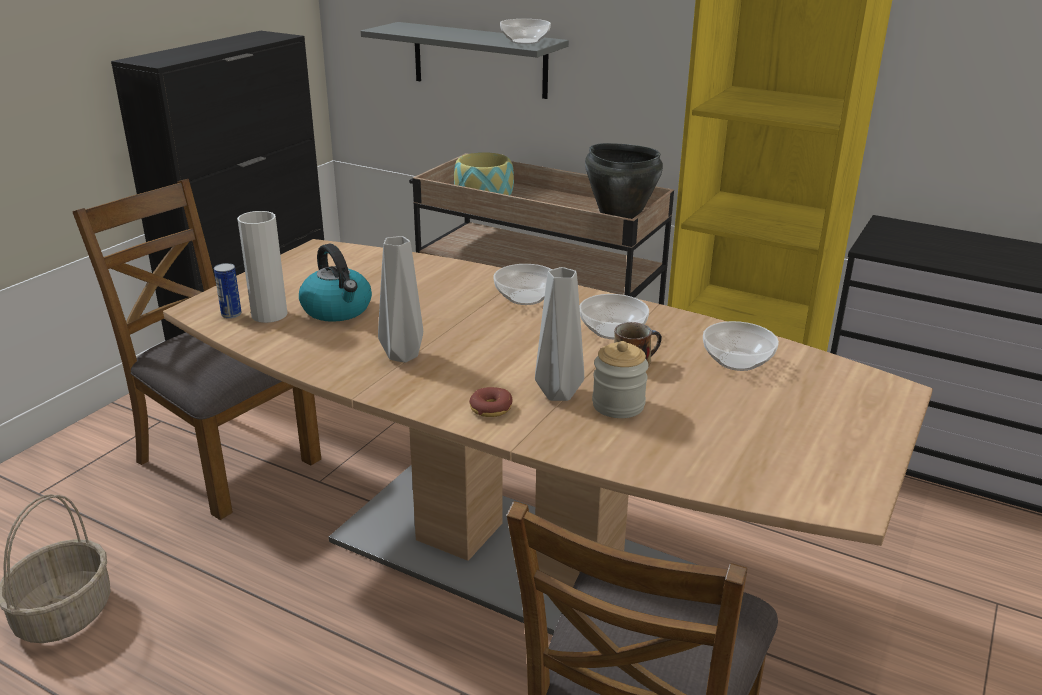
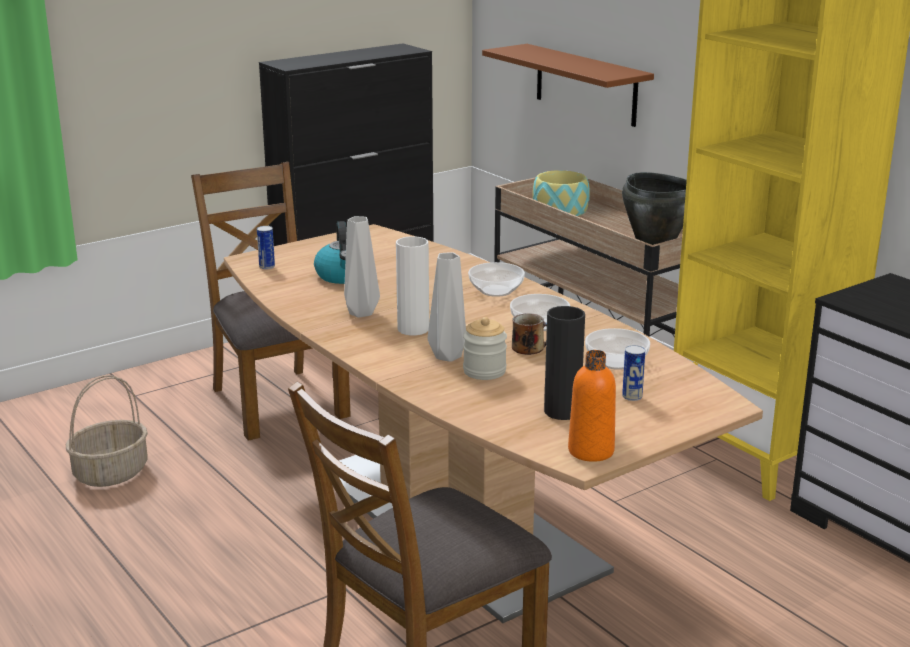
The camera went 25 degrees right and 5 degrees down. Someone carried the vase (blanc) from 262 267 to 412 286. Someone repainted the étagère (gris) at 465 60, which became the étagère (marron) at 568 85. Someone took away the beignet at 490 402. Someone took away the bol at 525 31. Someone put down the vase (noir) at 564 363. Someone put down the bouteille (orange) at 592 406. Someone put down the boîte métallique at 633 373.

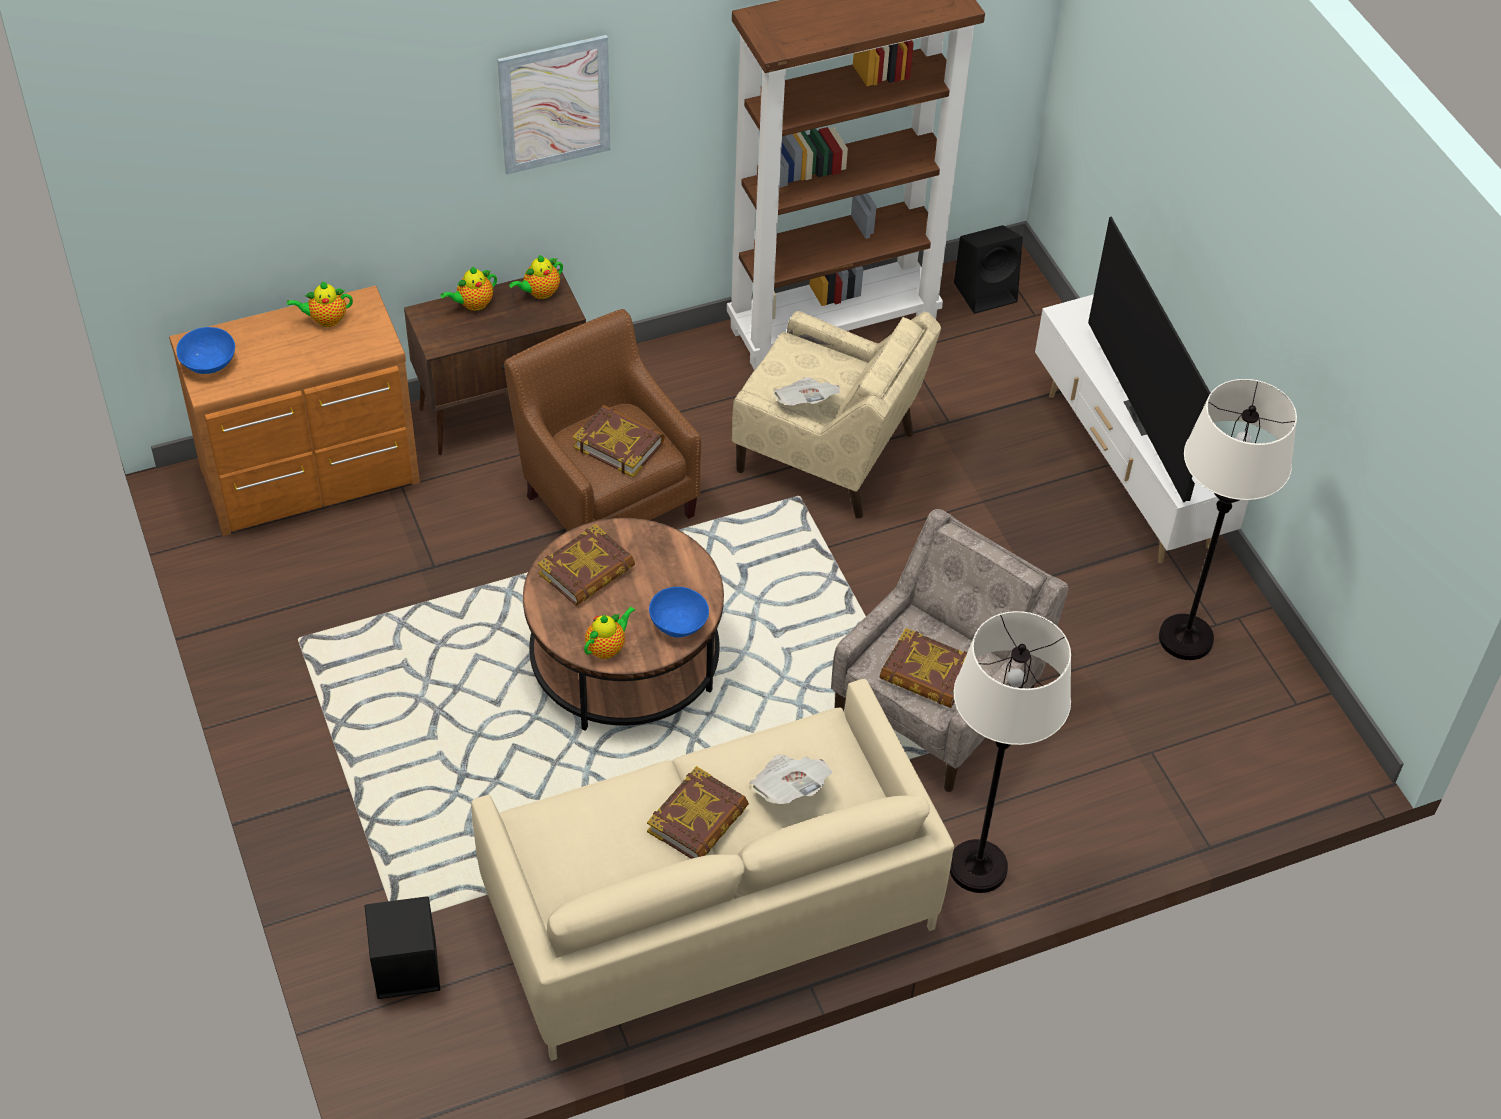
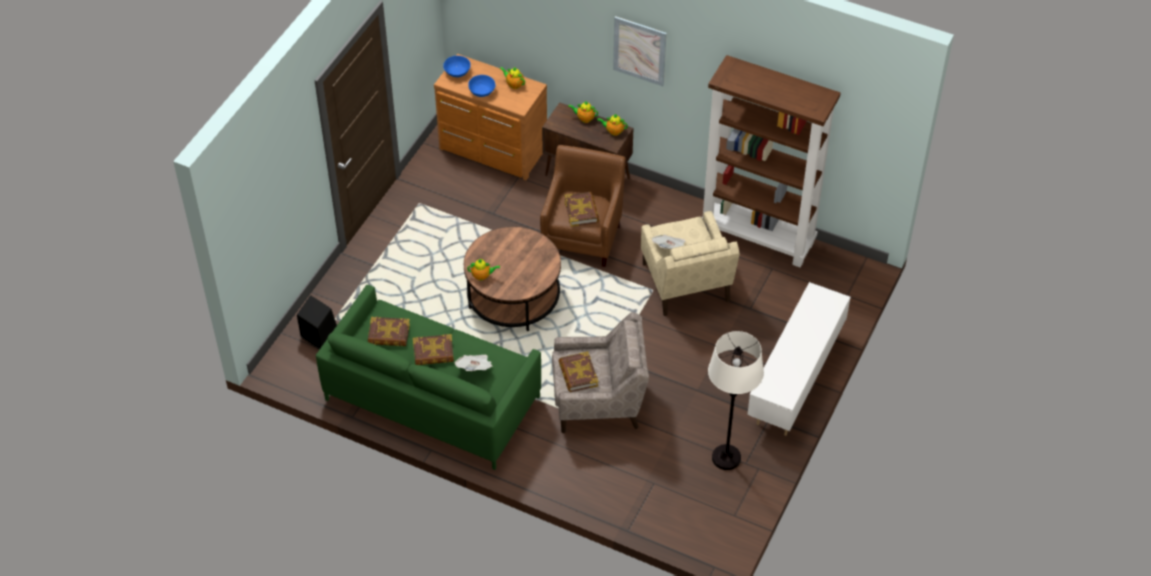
The camera went 50 degrees right and 0 degrees up. Someone repainted the canapé (beige) at 712 870, which became the canapé (vert) at 428 377. Someone carried the livre from 586 565 to 389 331. Someone carried the bol (bleu) from 679 612 to 481 86. Someone took away the lampadaire (blanc) at 1010 752. Someone took away the enceinte (noir) at 988 269. Someone took away the téléviseur at 1149 359.

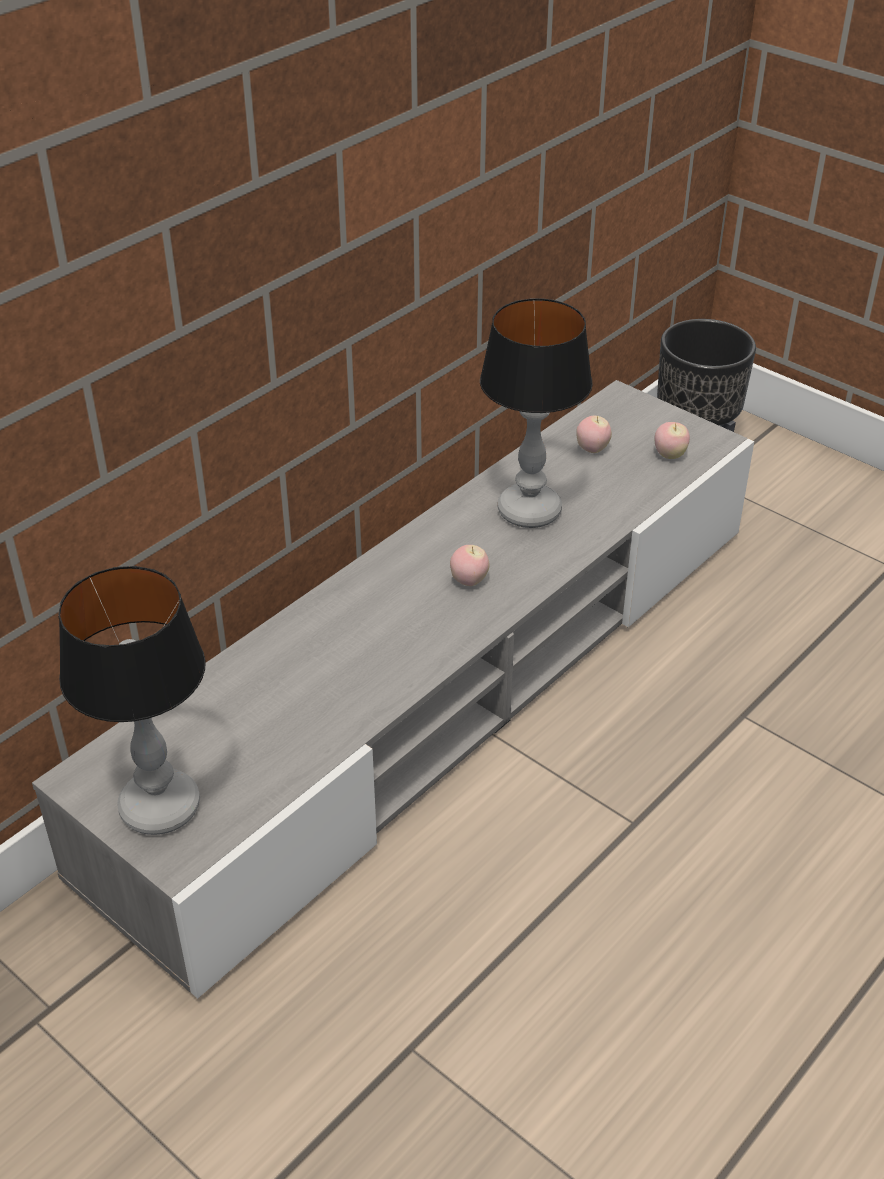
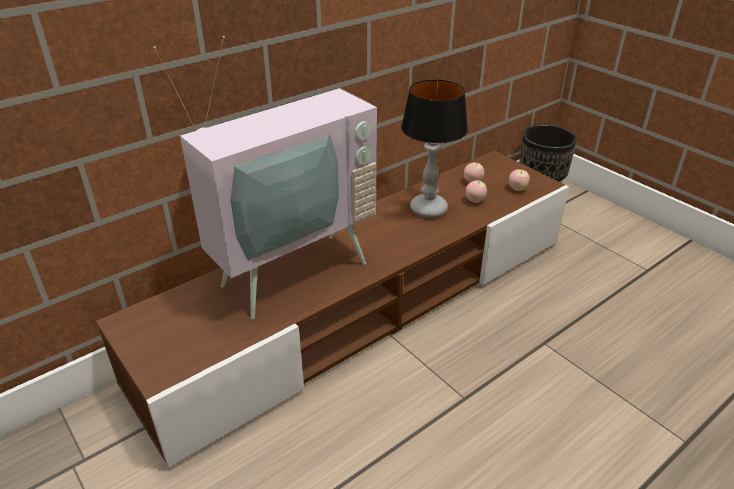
The camera went 10 degrees right and 5 degrees down. Someone repainted the meuble télé (gris) at 393 689, which became the meuble télé (marron) at 332 309. Someone took away the lampe de table at 132 700. Someone carried the pomme from 470 565 to 476 191. Someone put down the téléviseur at 265 177.

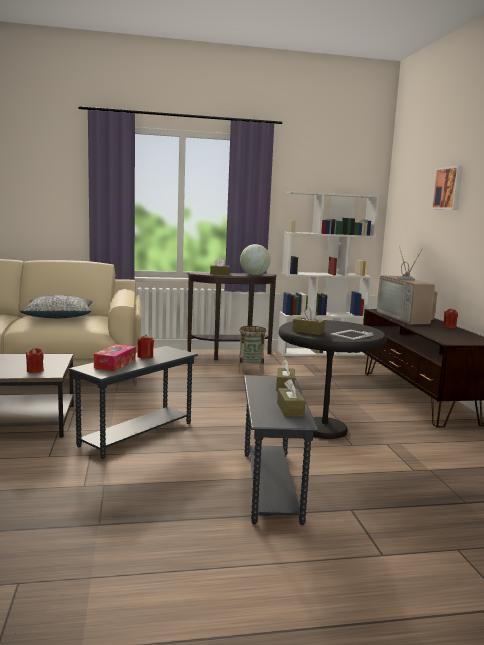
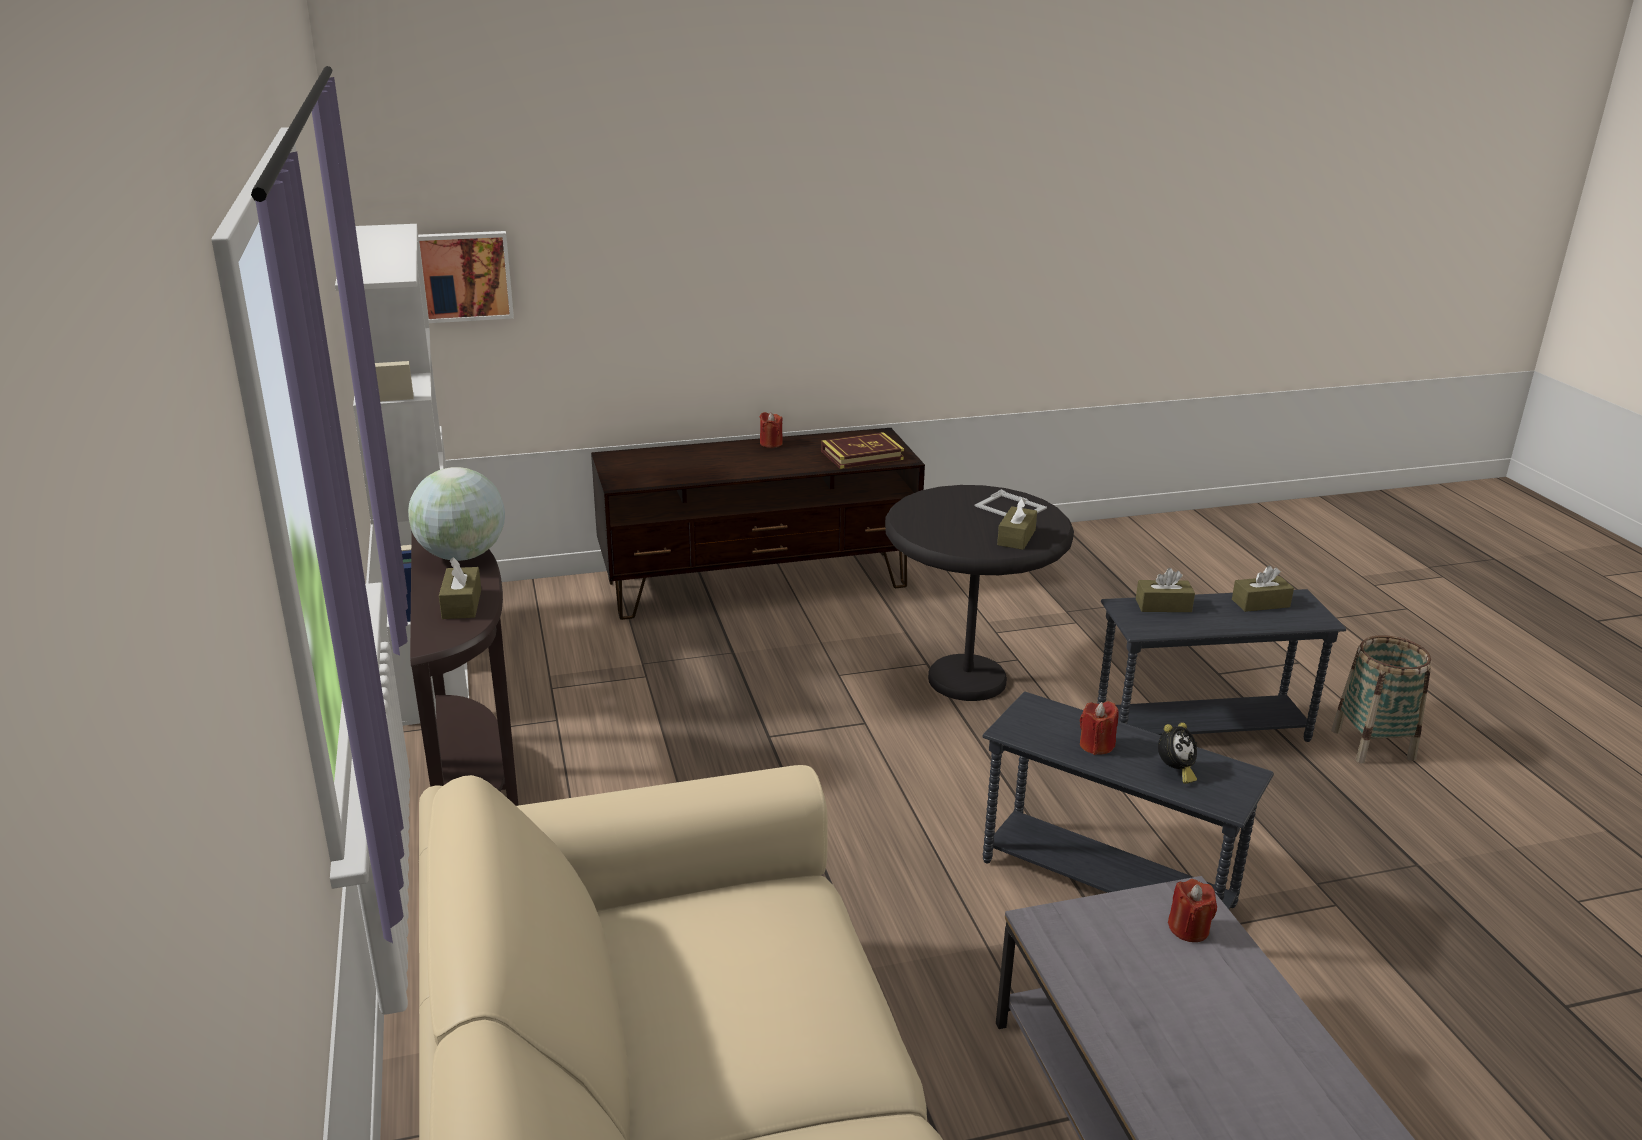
The camera went 95 degrees left and 15 degrees up. Someone took away the coussin at 56 306. Someone swapped the boîte à mouchoirs at 115 357 for the réveil at 1177 753. Someone carried the panier from 252 350 to 1381 699. Someone took away the téléviseur at 407 285. Someone carried the tableau from 447 188 to 466 277. Someone put down the livre at 862 450.

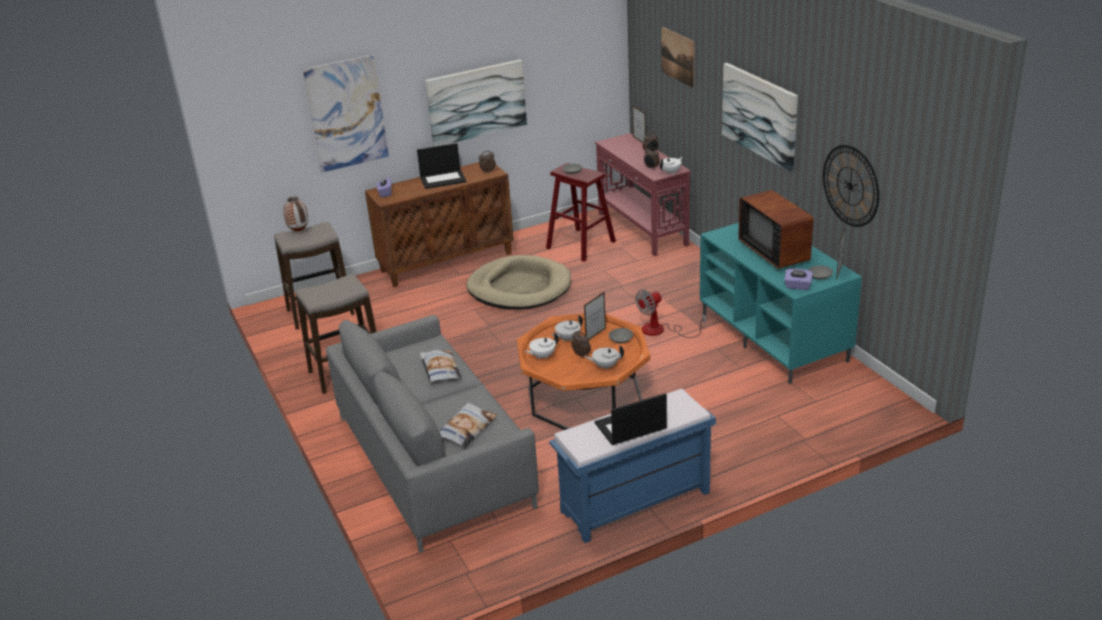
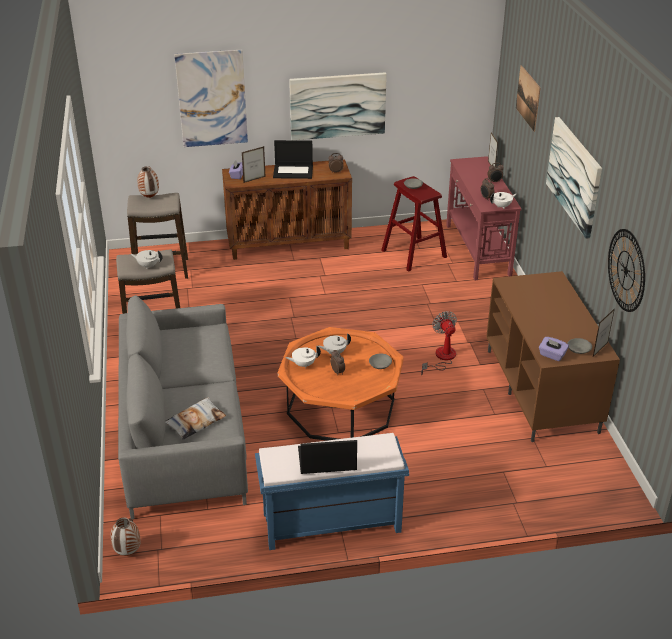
The camera went 15 degrees right and 5 degrees up. Someone took away the coussin at 440 366. Someone took away the panier pour chien (beige) at 518 282. Someone carried the cadre photo from 595 316 to 254 164. Someone carried the théière (blanc) from 604 357 to 147 259. Someone rotated the ventilateur at 670 313 by 90 degrees clockwise. Someone repainted the meuble télé (turquoise) at 781 303, which became the meuble télé (marron) at 553 356. Someone took away the téléviseur at 776 221. Someone put down the vase at 126 536.

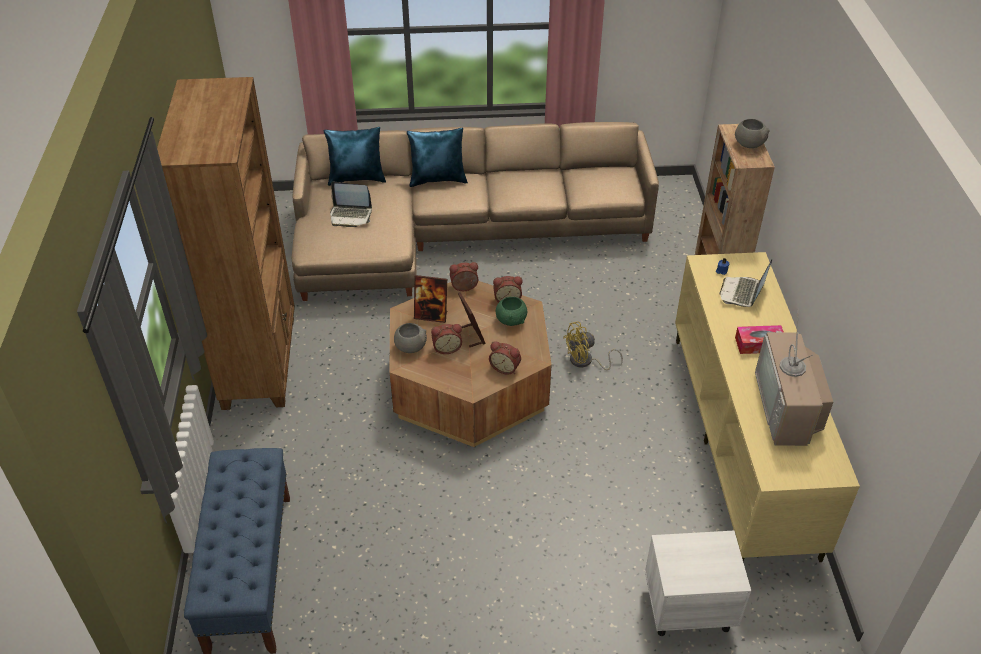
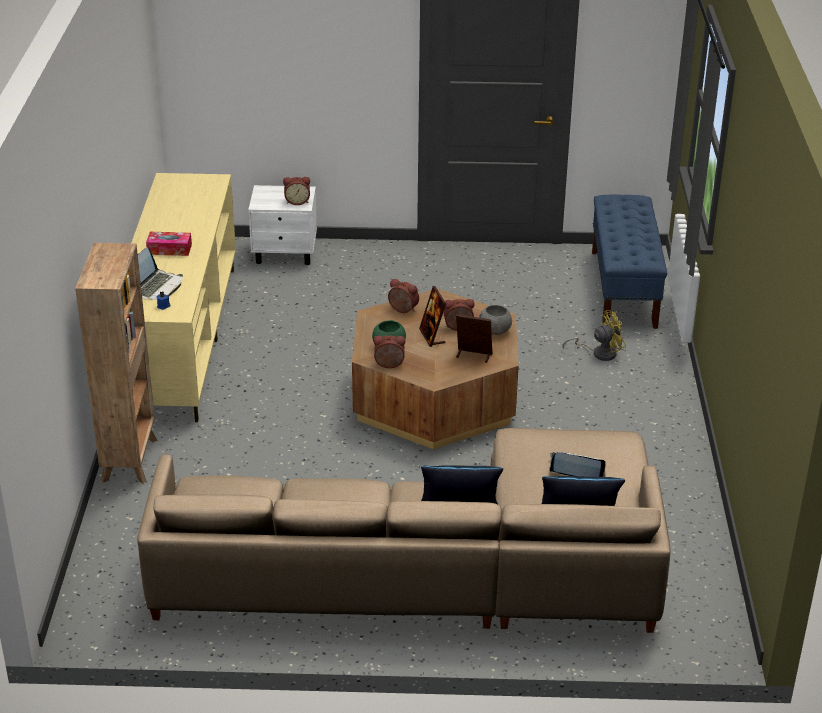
The camera went 175 degrees left and 10 degrees down. Someone took away the bibliothèque (marron) at 226 243. Someone carried the réveil from 464 276 to 296 191. Someone carried the ventilateur (jaune) from 593 345 to 594 335. Someone took away the bol (gris) at 752 133. Someone took away the téléviseur at 794 377.

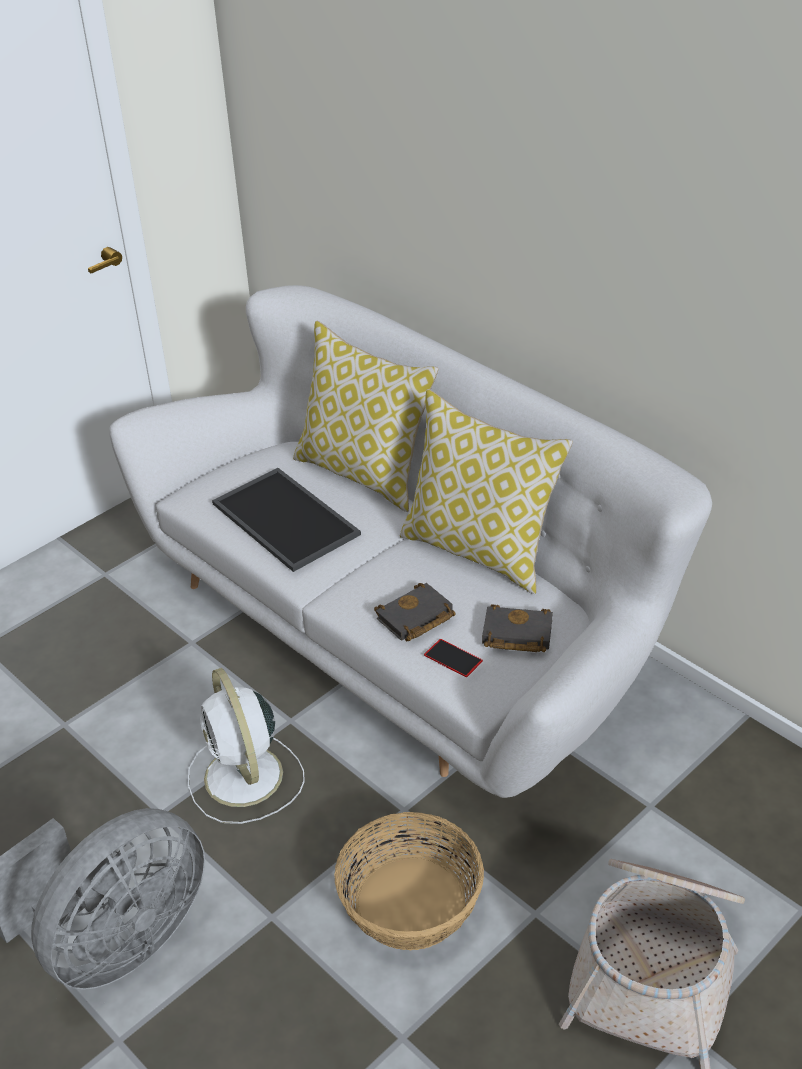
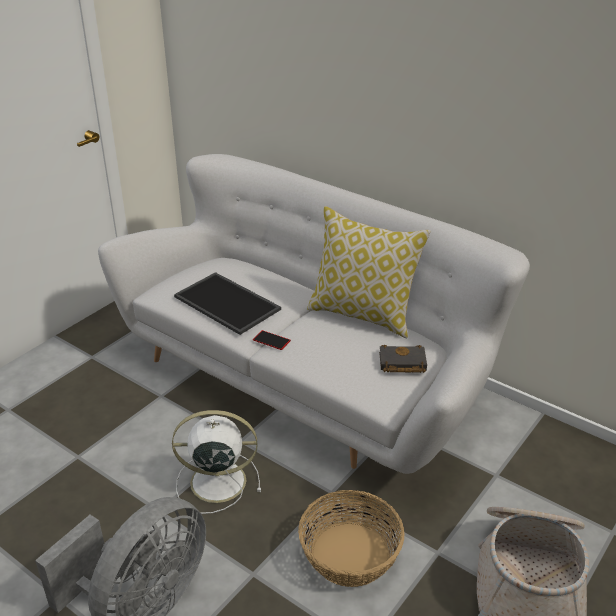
The camera went 10 degrees left and 5 degrees down. Someone rotated the ventilateur (blanc) at 246 746 by 120 degrees clockwise. Someone took away the coussin at 365 416. Someone took away the livre (noir) at 415 612. Someone carried the téléphone from 453 658 to 272 340.

